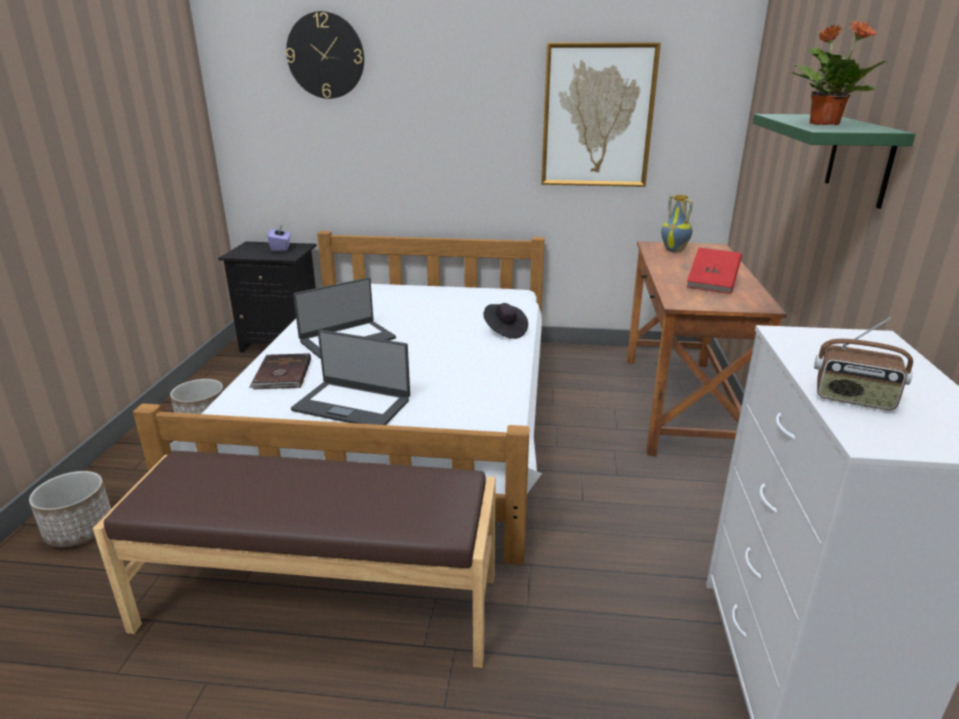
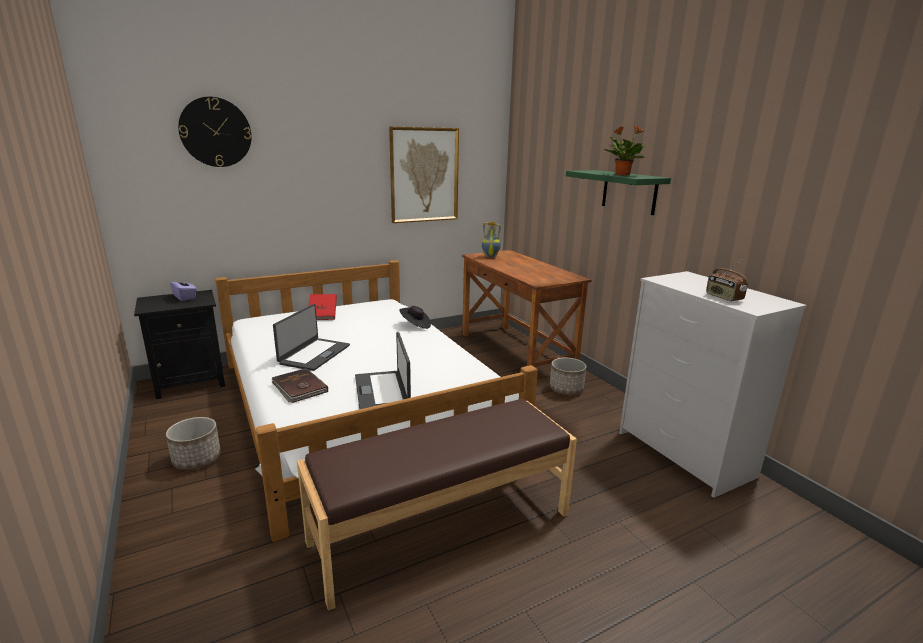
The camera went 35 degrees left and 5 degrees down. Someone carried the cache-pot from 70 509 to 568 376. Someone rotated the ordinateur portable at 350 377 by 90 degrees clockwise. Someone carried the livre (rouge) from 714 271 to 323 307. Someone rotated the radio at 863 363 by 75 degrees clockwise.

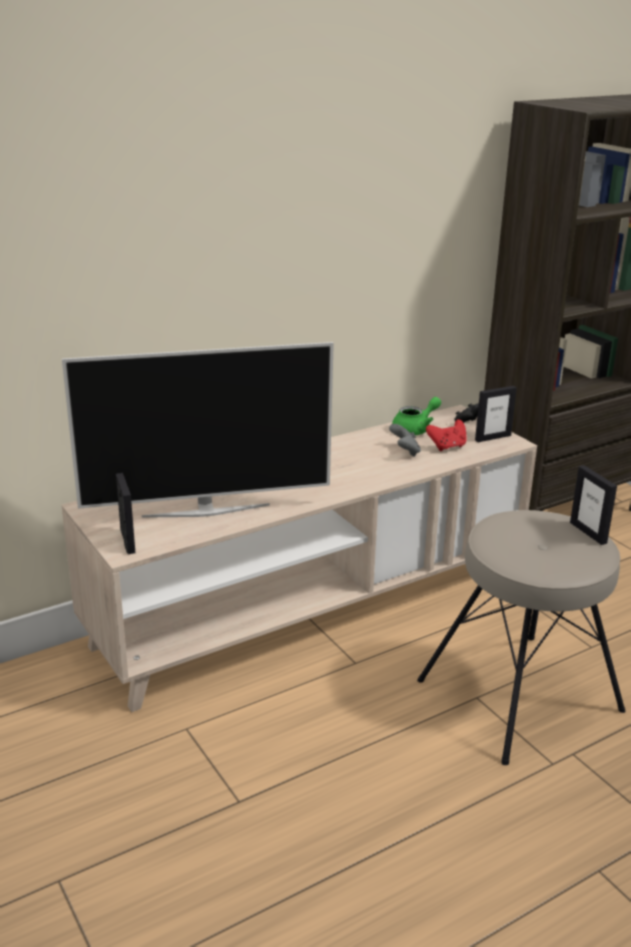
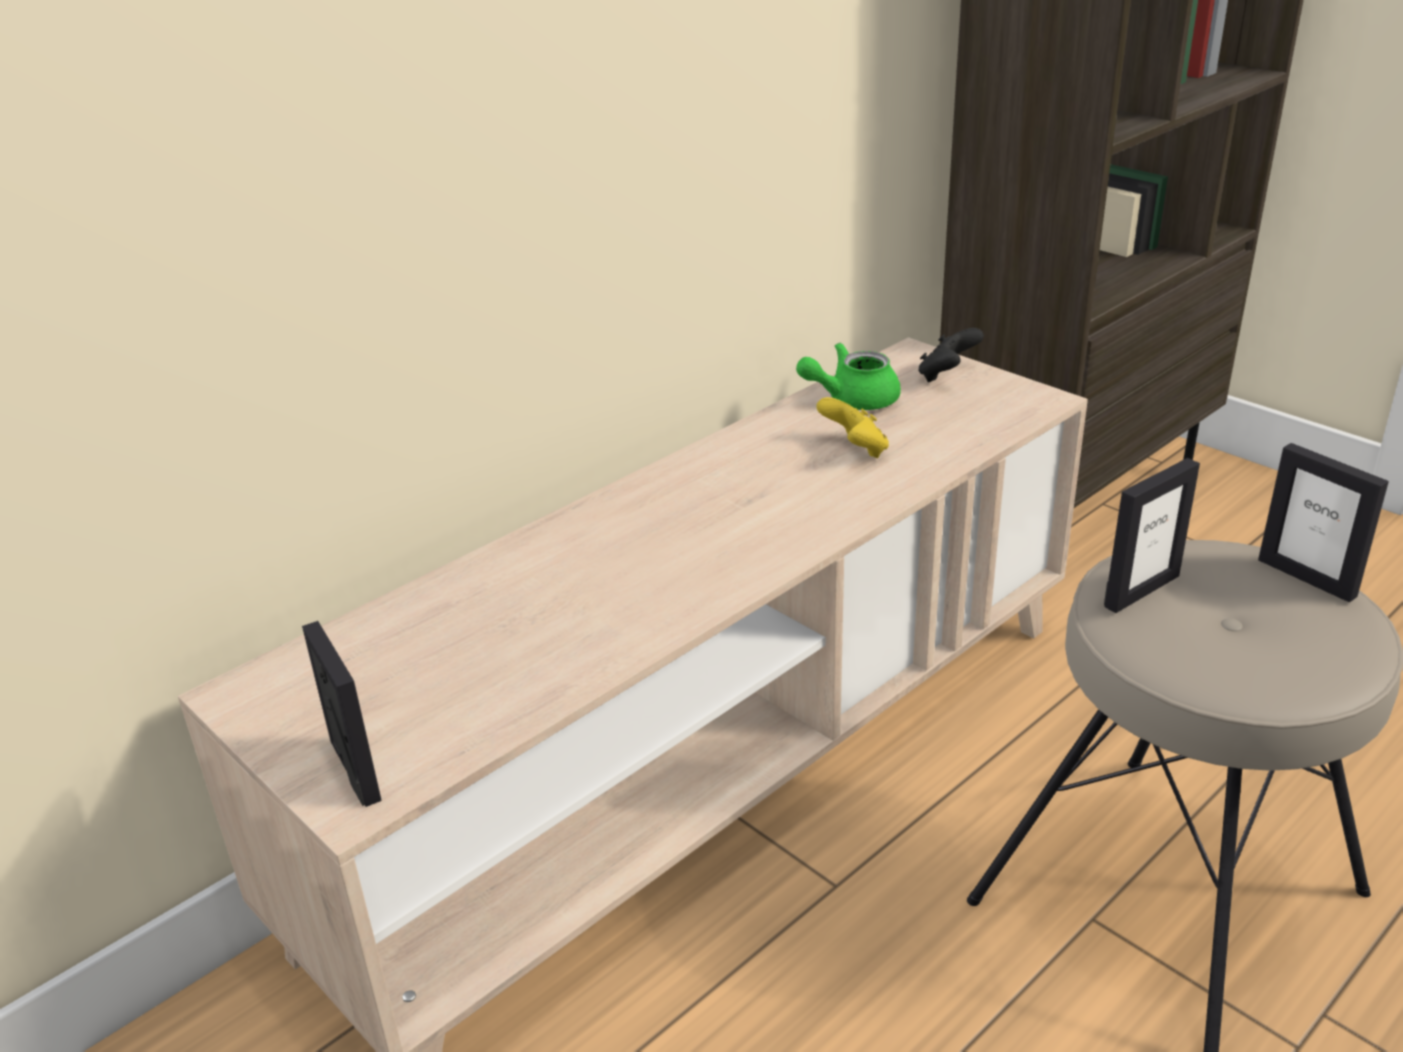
The camera went 10 degrees left and 5 degrees up. Someone took away the téléviseur at 198 430. Someone repainted the manette (gris) at 405 440, which became the manette (jaune) at 852 427. Someone rotated the théière (vert) at 416 416 by 150 degrees counterclockwise. Someone took away the manette (rouge) at 446 435. Someone carried the cadre photo from 496 414 to 1152 535.

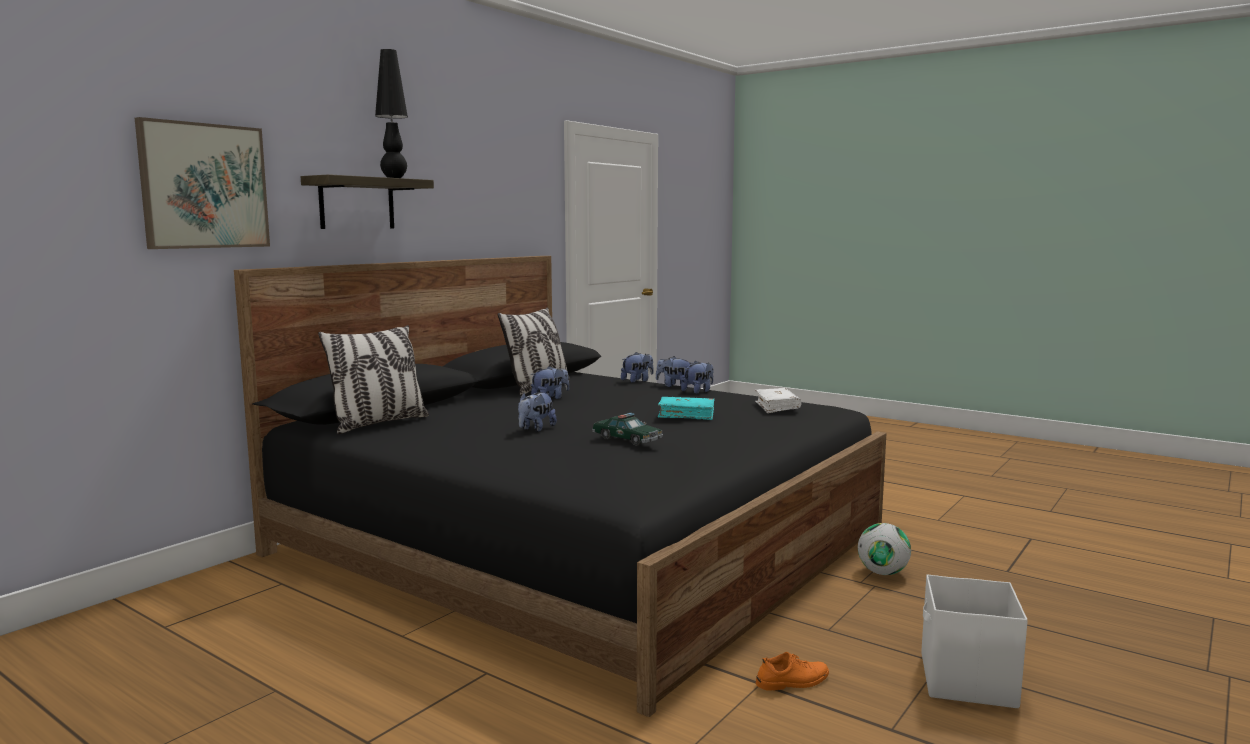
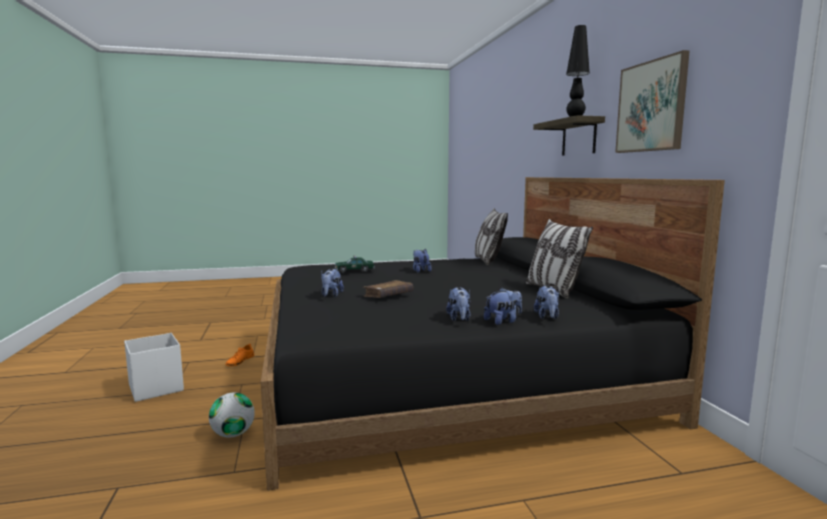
The camera went 130 degrees right and 0 degrees up. Someone carried the tableau from 202 183 to 652 101. Someone carried the peluche from 550 382 to 332 283. Someone repainted the livre (turquoise) at 686 408, which became the livre (marron) at 388 289. Someone took away the livre (blanc) at 778 400.

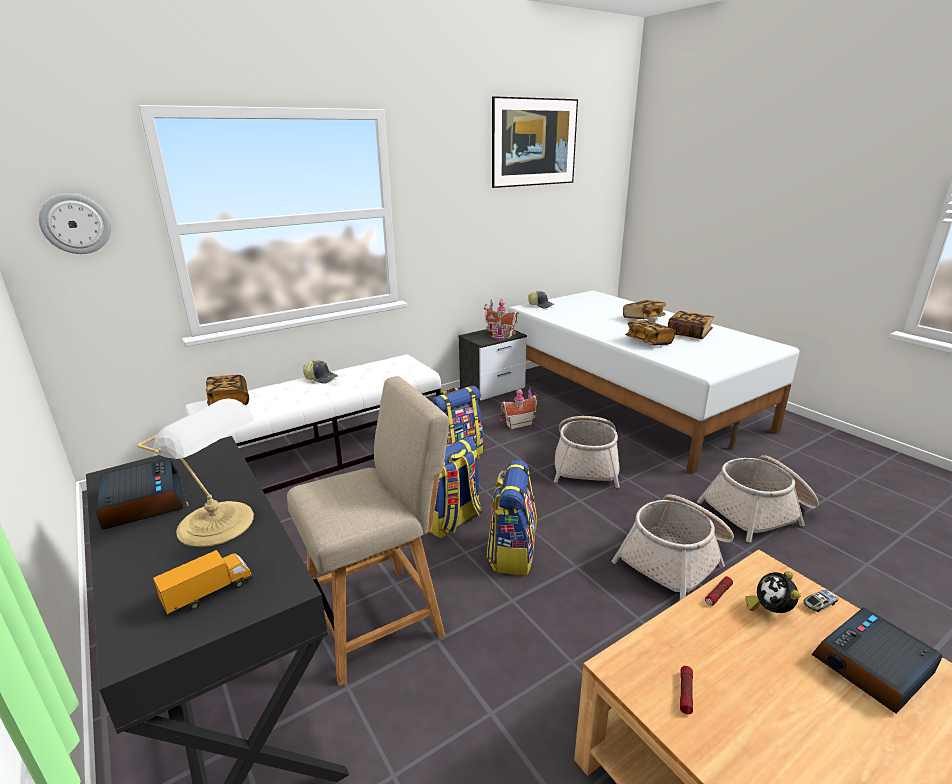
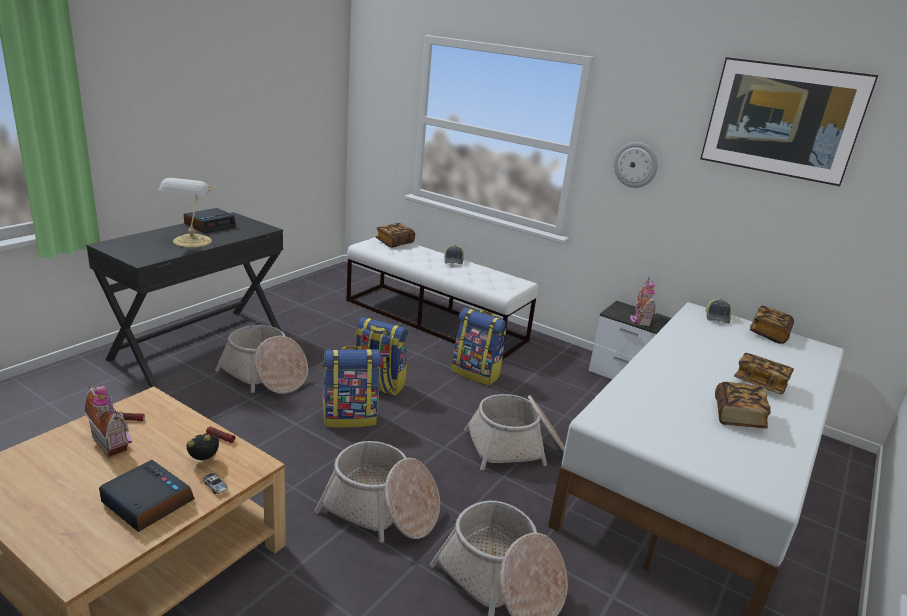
The camera went 65 degrees right and 0 degrees up. Someone carried the horloge murale from 75 223 to 636 165. Someone took away the camion jouet at 203 582. Someone swapped the chaise (beige) at 368 531 for the panier at 261 359. Someone carried the maison miniature from 518 408 to 108 420. Someone carried the livre from 650 332 to 772 325.

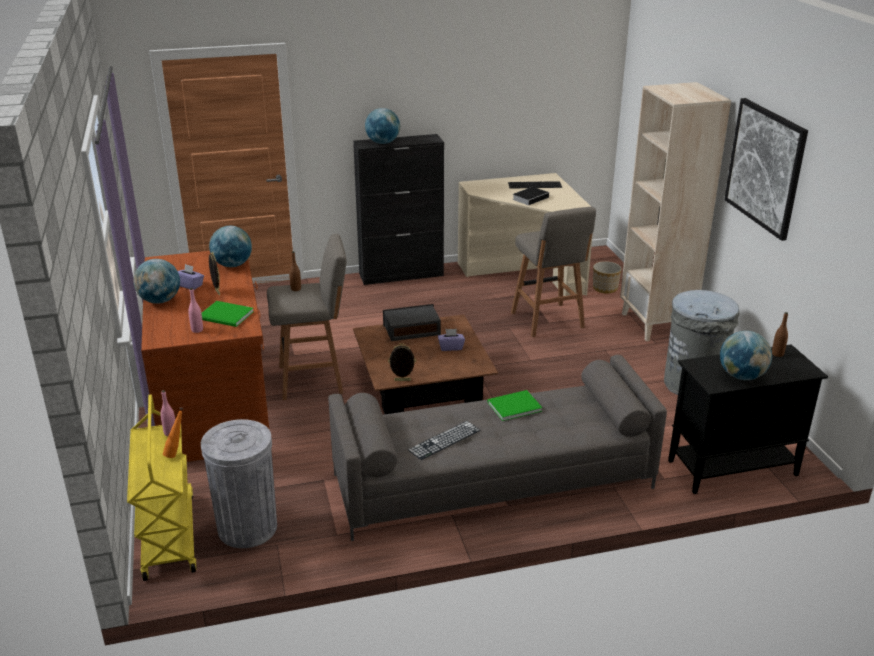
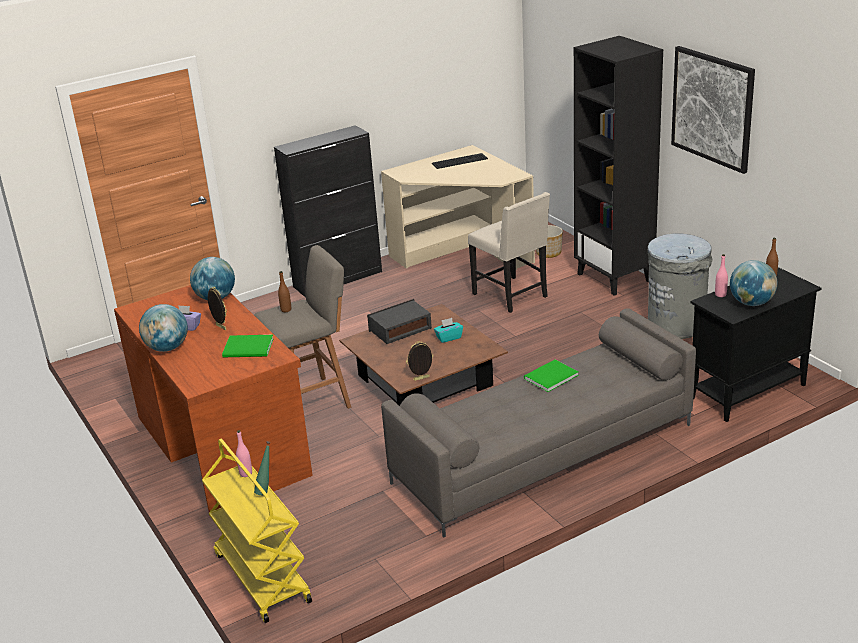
The camera went 15 degrees left and 0 degrees up. Someone repainted the bouteille (orange) at 173 432, which became the bouteille (vert) at 262 468. Someone carried the bouteille (rose) from 195 310 to 721 275. Someone took away the poubelle (gris) at 239 483. Someone took away the globe at 382 126. Someone took away the clavier at 444 440. Someone repainted the boîte à mouchoirs (violet) at 451 340, which became the boîte à mouchoirs (turquoise) at 448 330. Someone swapped the tabouret (gris) at 553 272 for the chaise (beige) at 509 252. Someone took away the livre at 530 196. Someone repainted the bibliothèque (beige) at 675 212, which became the bibliothèque (noir) at 618 165.

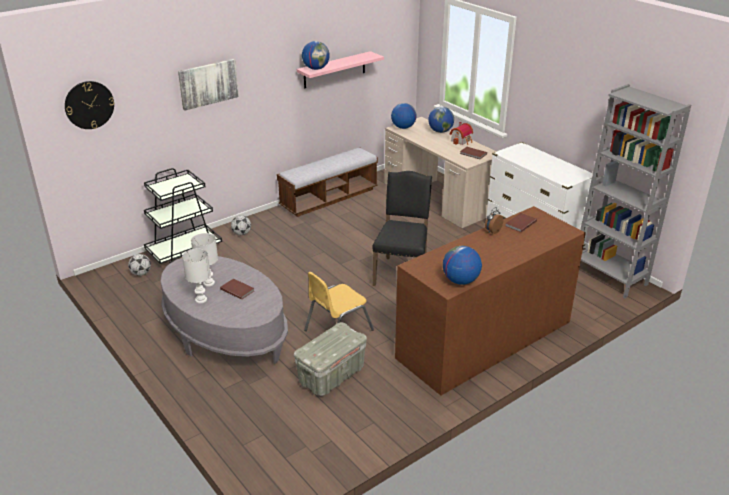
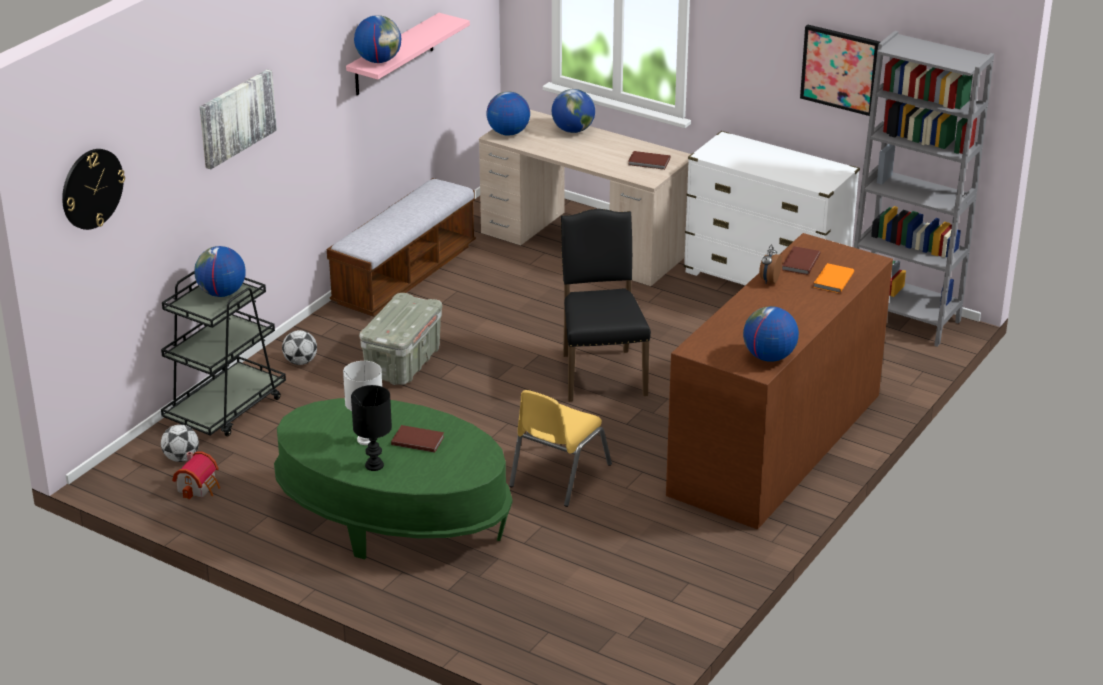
The camera went 20 degrees left and 0 degrees up. Someone repainted the table basse (gris) at 224 310, which became the table basse (vert) at 393 479. Someone repainted the lampe de table (blanc) at 196 276, which became the lampe de table (noir) at 371 428. Someone carried the boîte de rangement (gris) from 330 359 to 400 339. Someone carried the maison miniature from 461 133 to 196 476. Someone put down the globe at 220 271. Someone put up the tableau at 840 70. Someone put down the livre (orange) at 834 278.

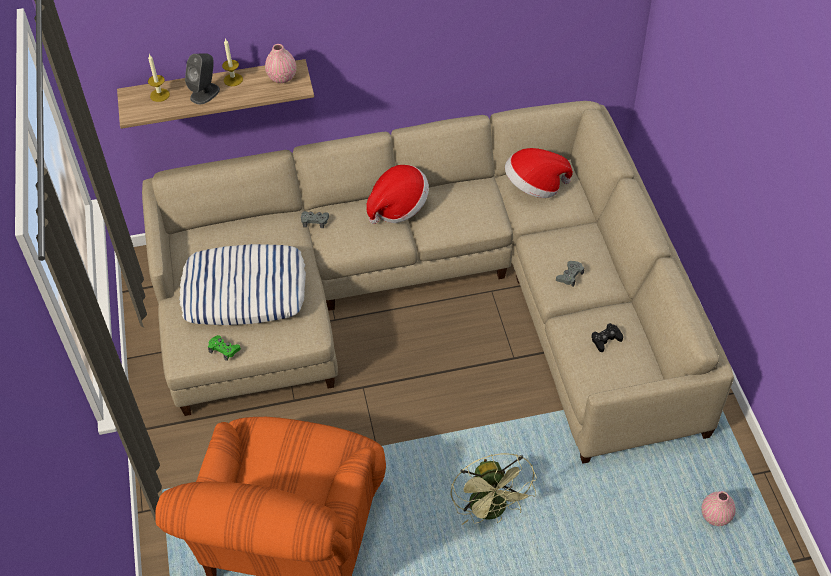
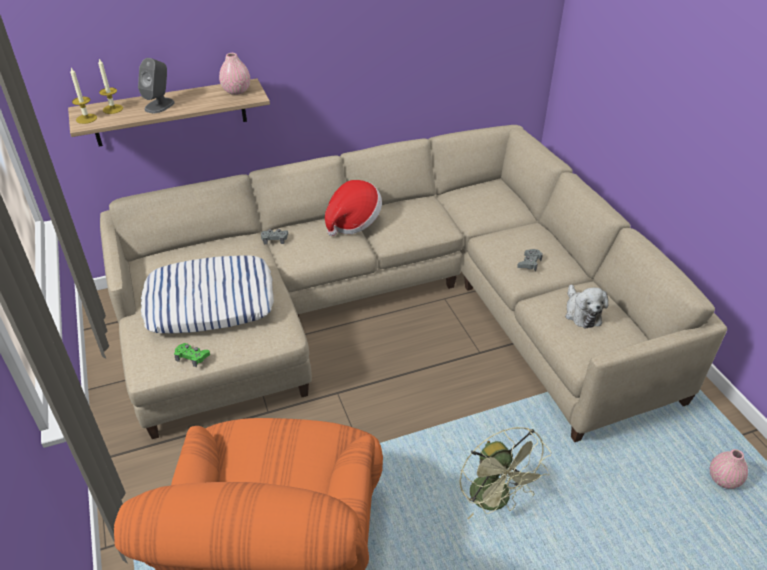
The camera went 10 degrees left and 10 degrees down. Someone carried the bougie from 232 62 to 83 96. Someone took away the chapeau at 539 173. Someone swapped the manette (noir) at 607 337 for the peluche at 587 306.

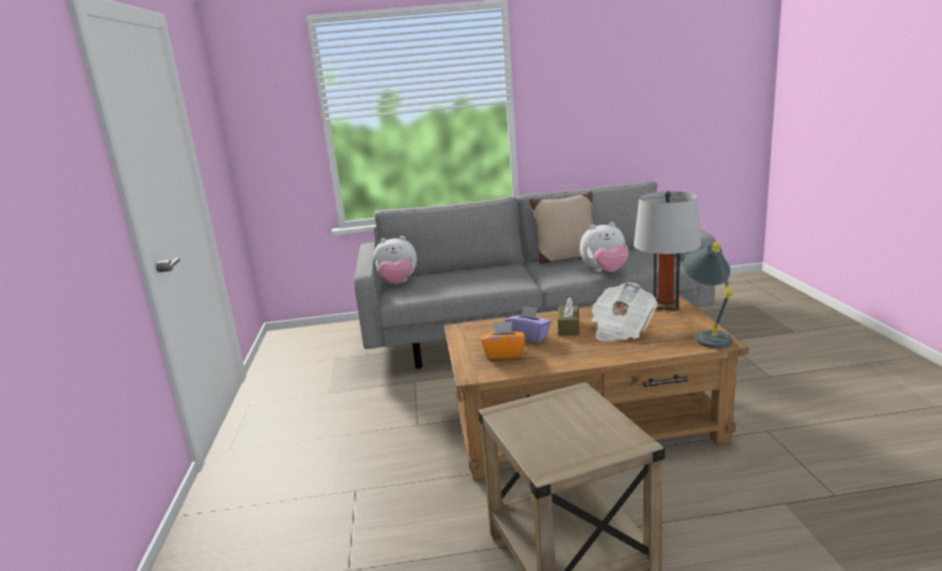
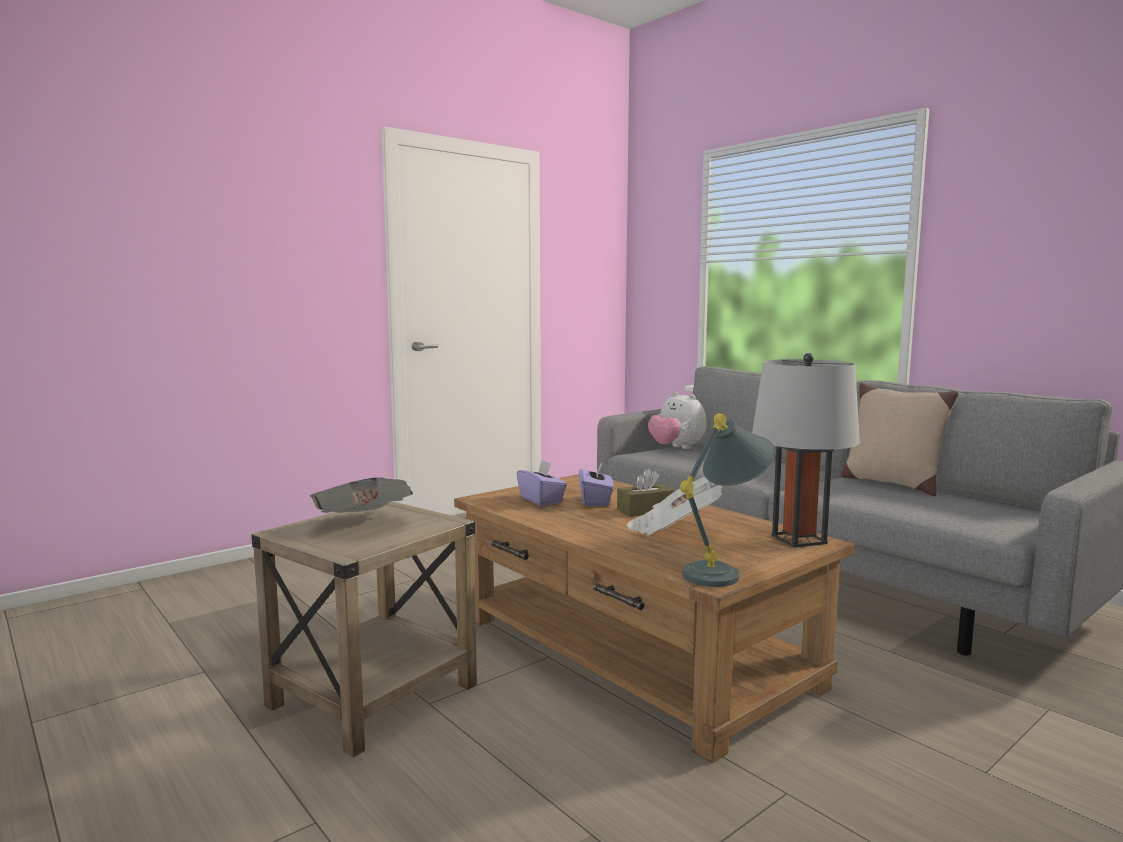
The camera went 55 degrees right and 10 degrees down. Someone repainted the boîte à mouchoirs (orange) at 504 340, which became the boîte à mouchoirs (violet) at 541 483. Someone took away the peluche at 604 247. Someone put down the journal at 361 495.

